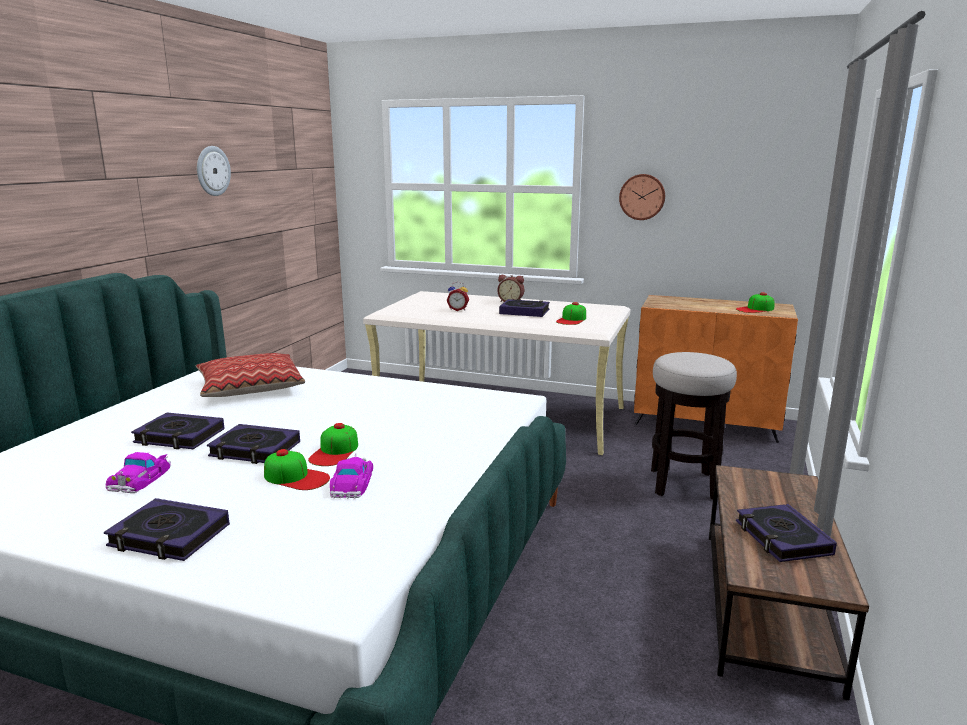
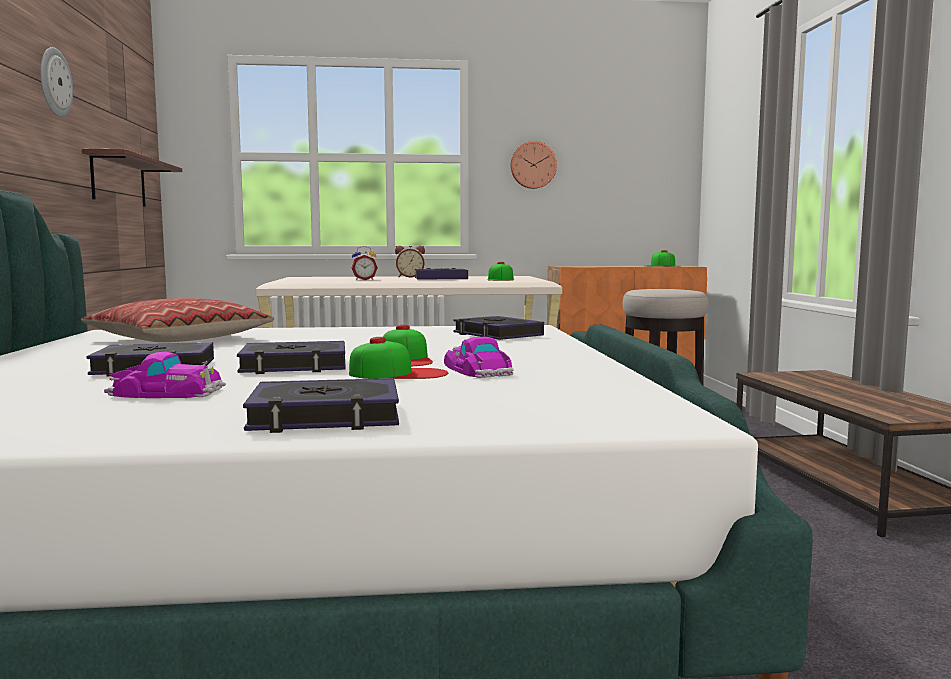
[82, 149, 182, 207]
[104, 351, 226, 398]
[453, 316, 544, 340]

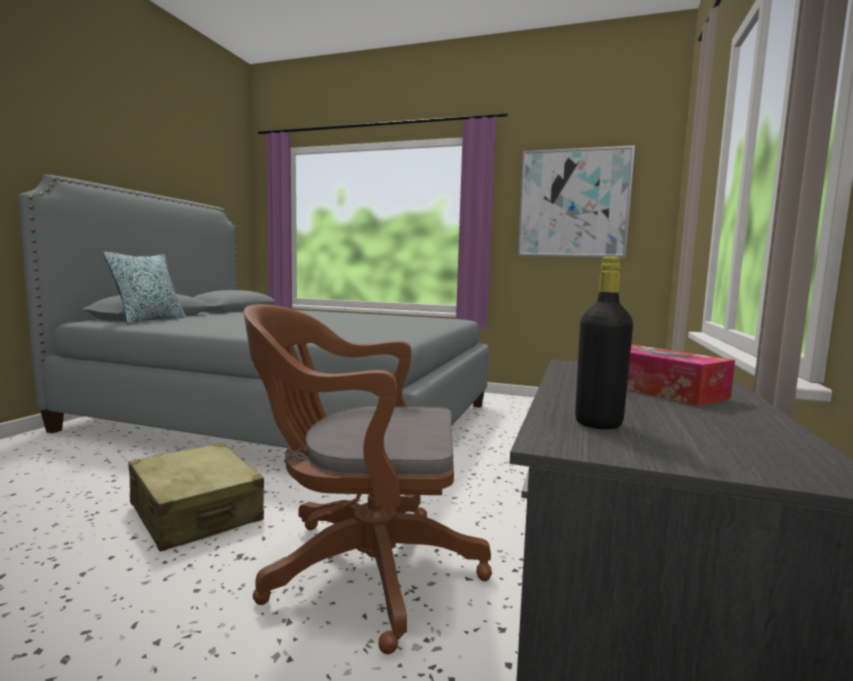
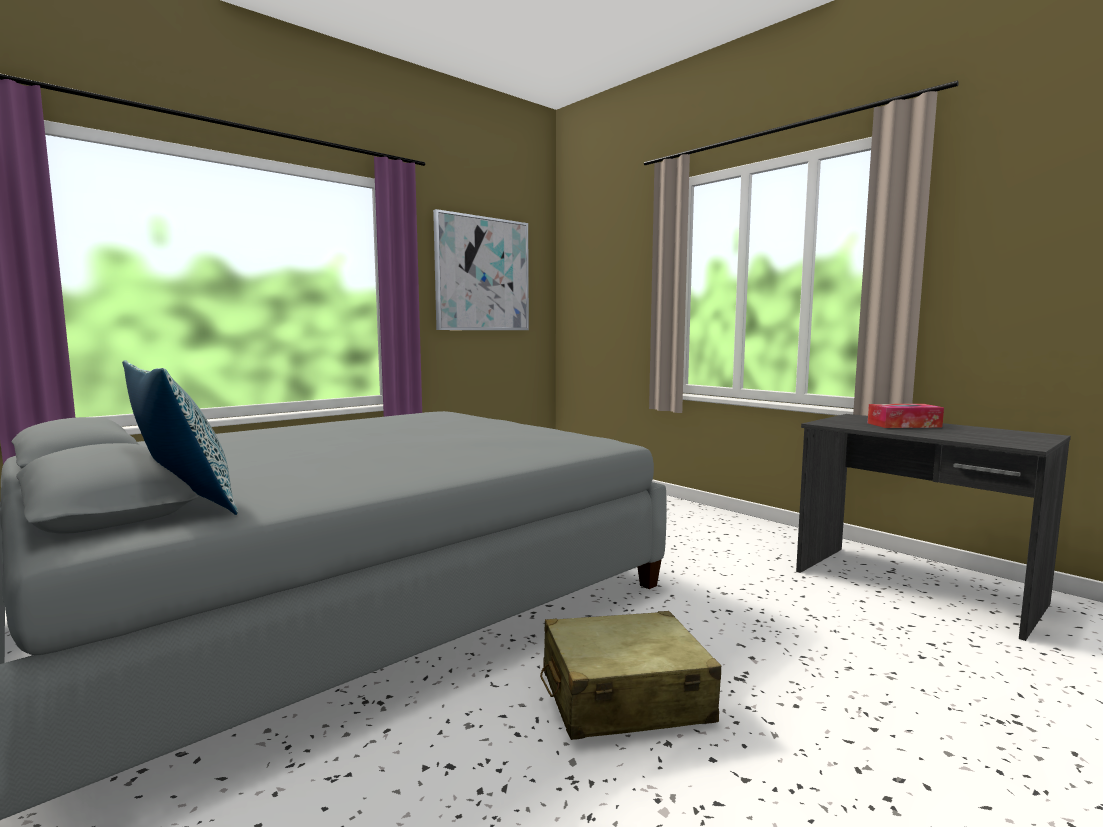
[244, 304, 492, 654] (first image)
[575, 256, 633, 429] (first image)

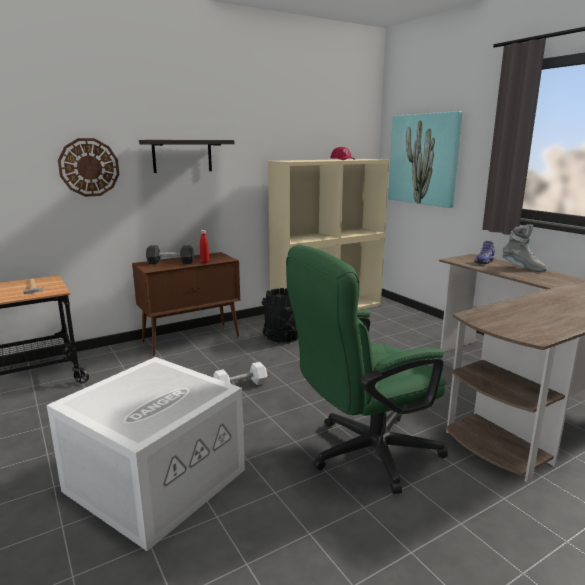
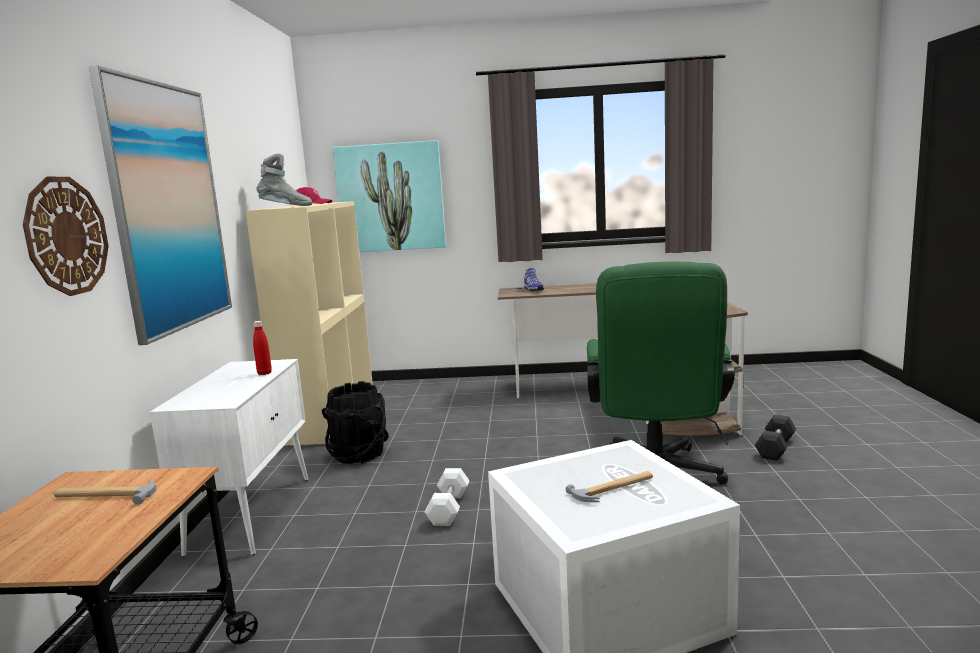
[89, 65, 232, 345]
[150, 359, 308, 557]
[257, 154, 312, 206]
[565, 471, 653, 502]
[755, 415, 796, 461]

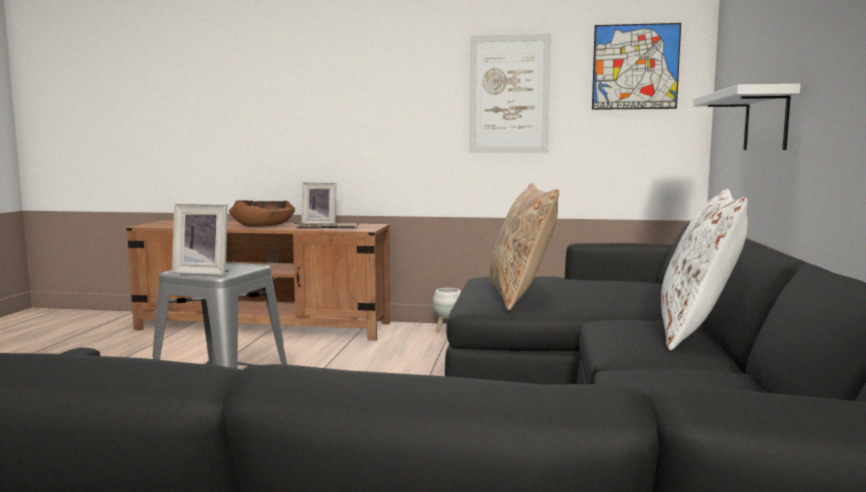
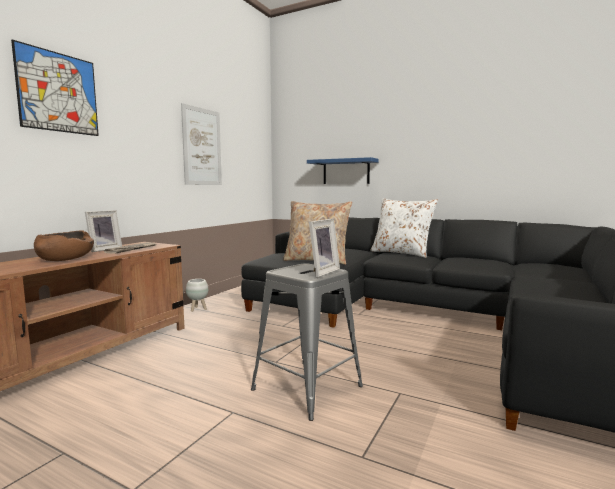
[11, 39, 99, 136]
[307, 157, 379, 184]

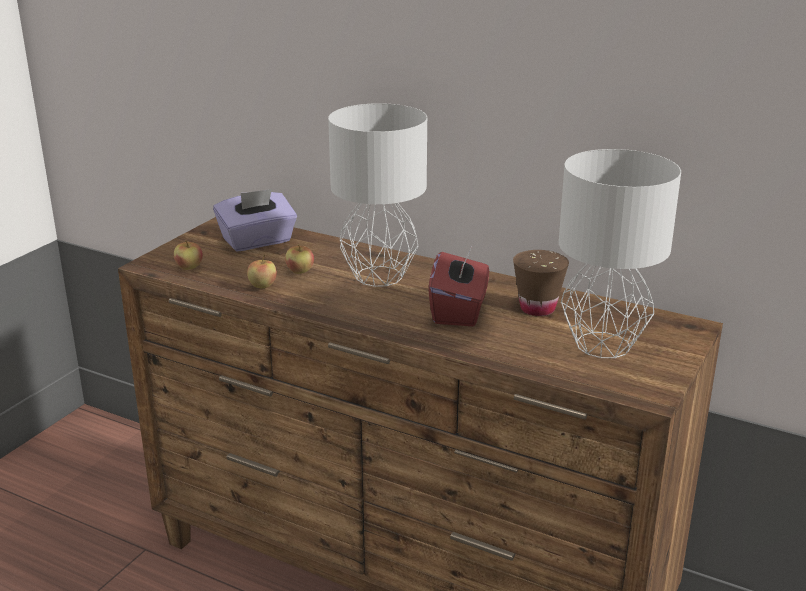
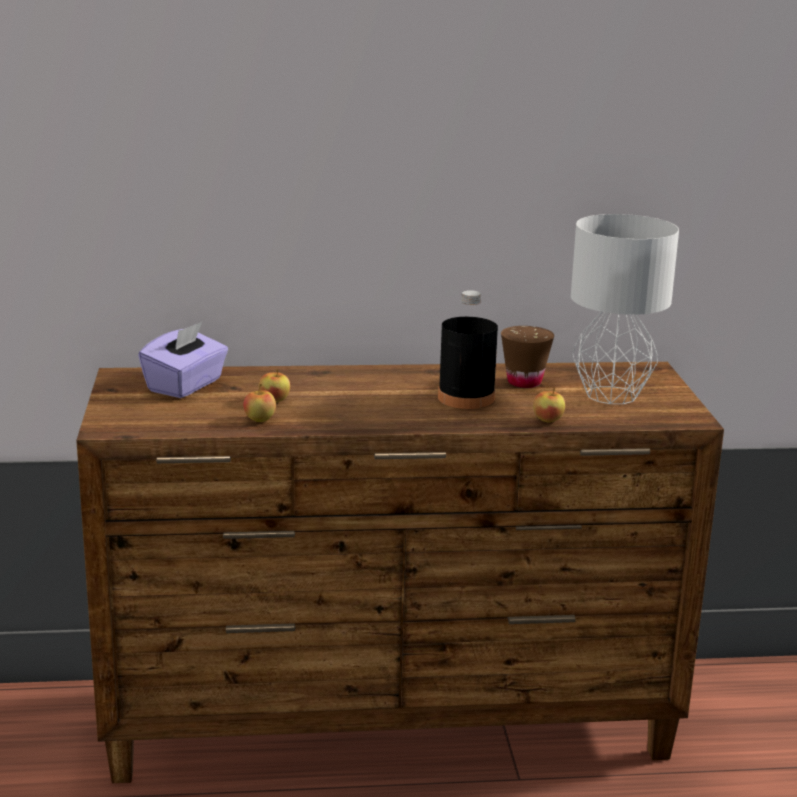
[438, 290, 498, 409]
[533, 388, 565, 422]
[328, 103, 427, 287] (first image)

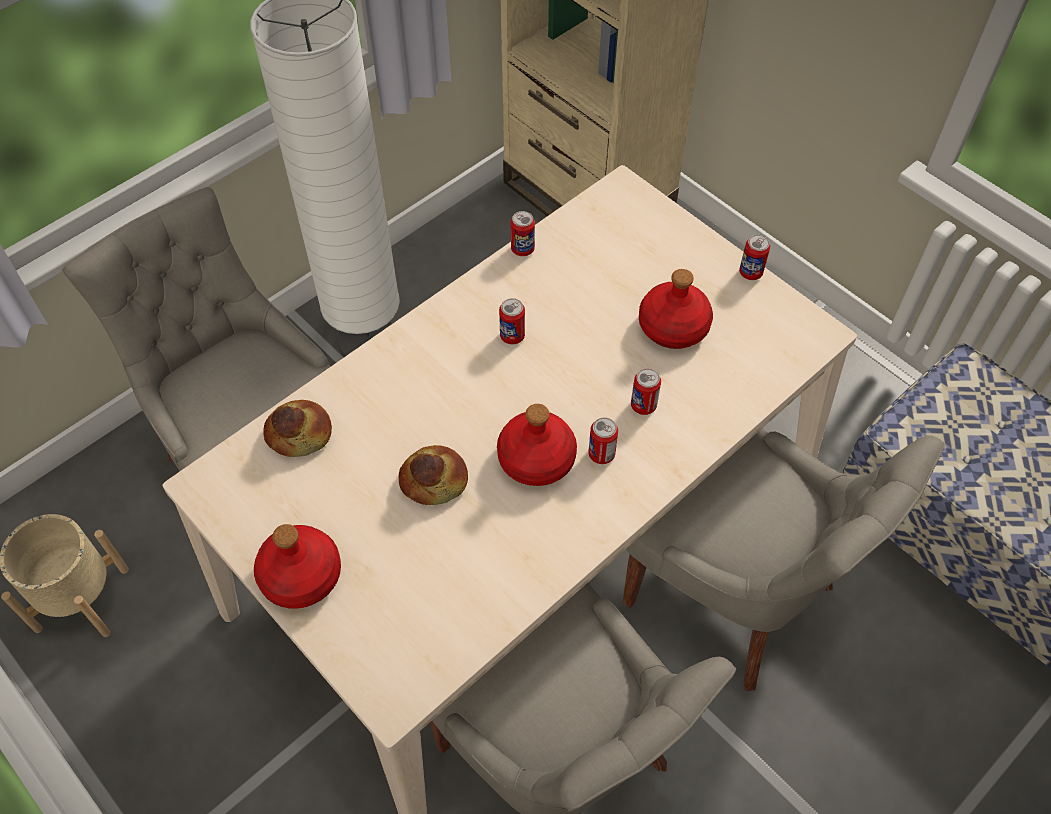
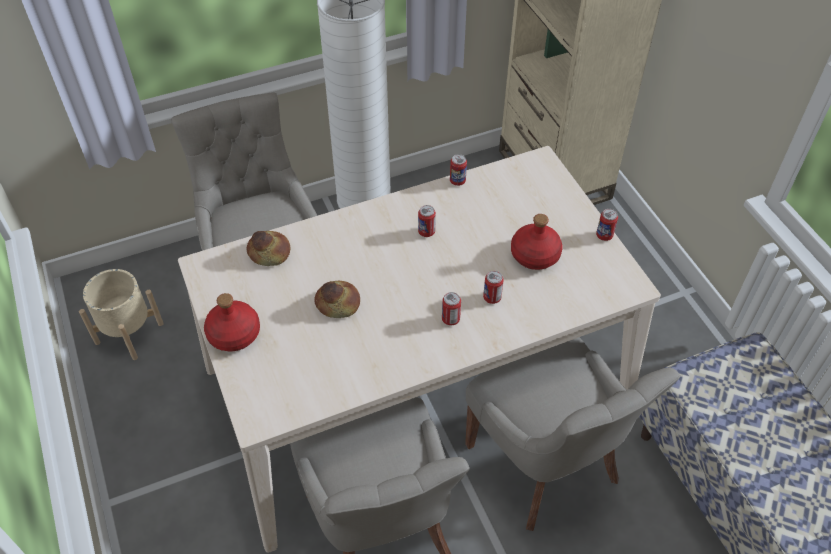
[497, 404, 577, 486] (first image)

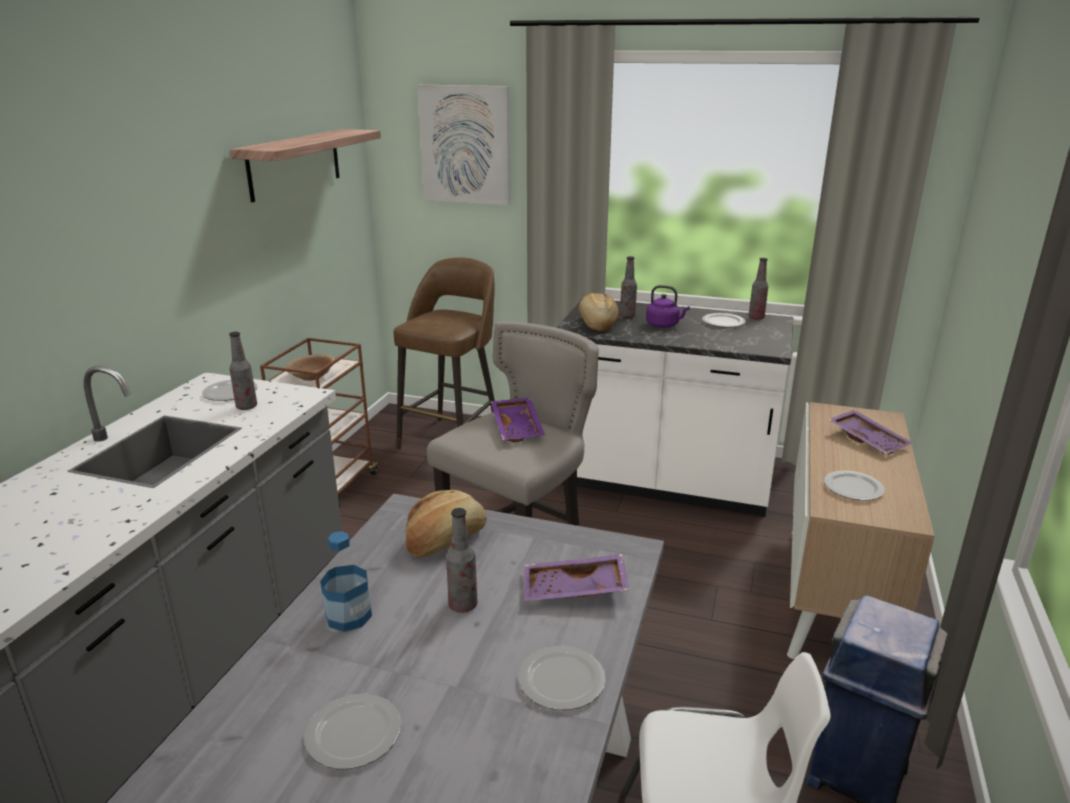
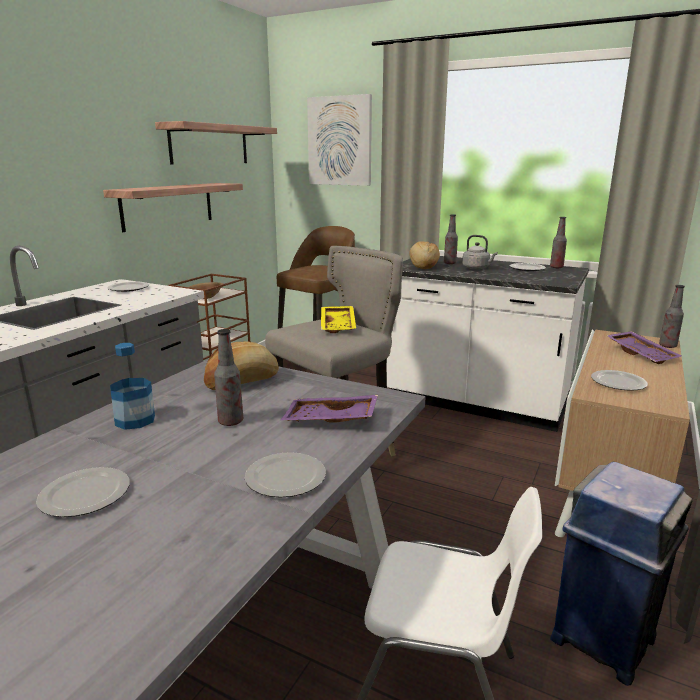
[103, 183, 243, 232]
[321, 306, 356, 333]
[462, 235, 498, 270]
[659, 285, 685, 348]

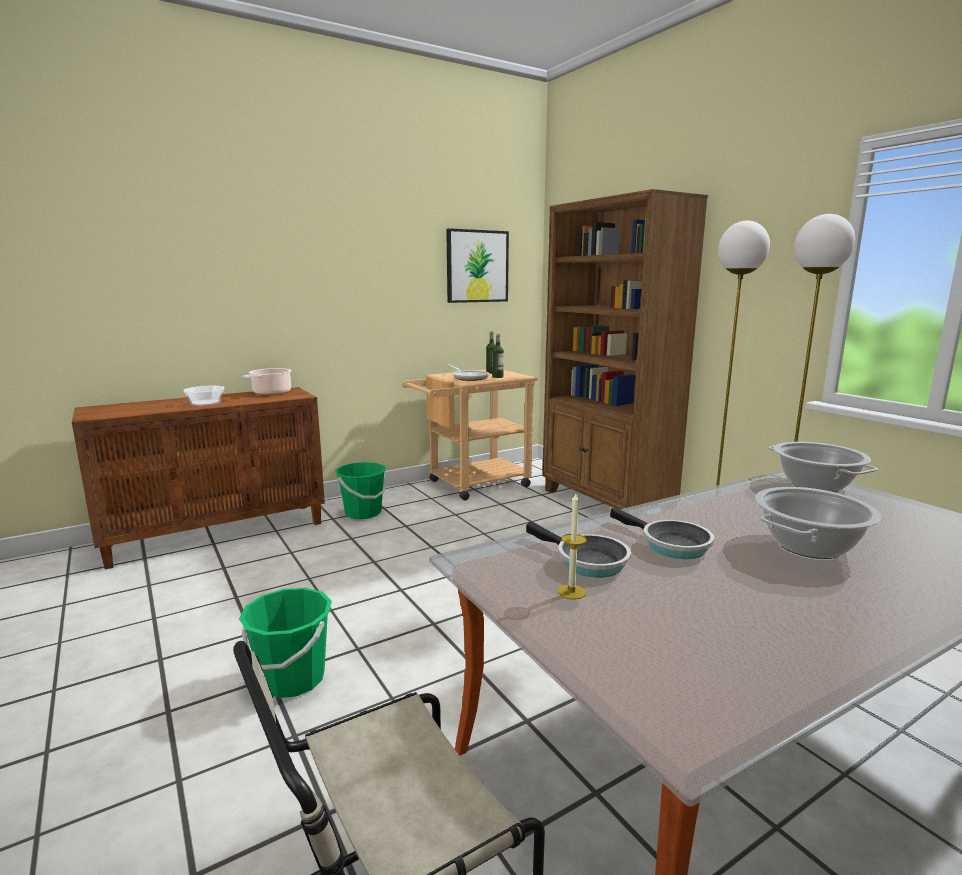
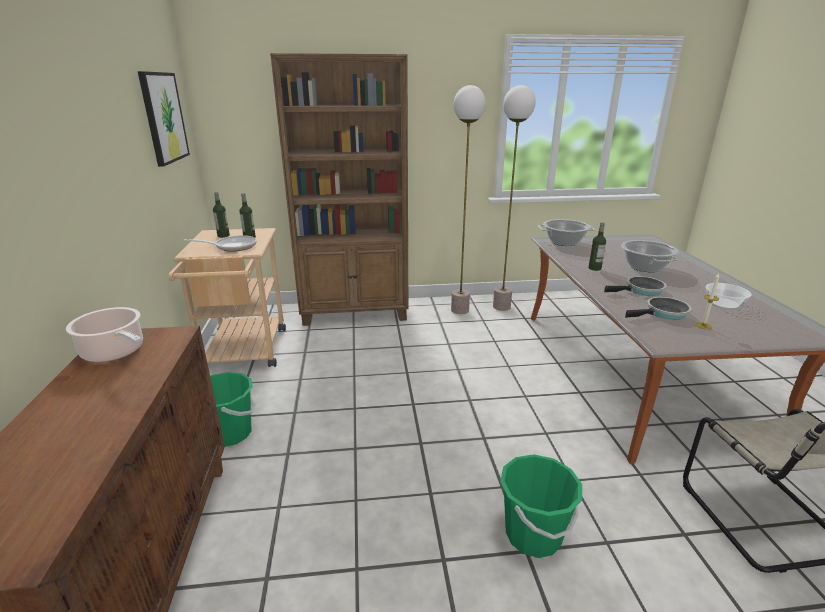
[589, 222, 606, 271]
[706, 283, 752, 310]

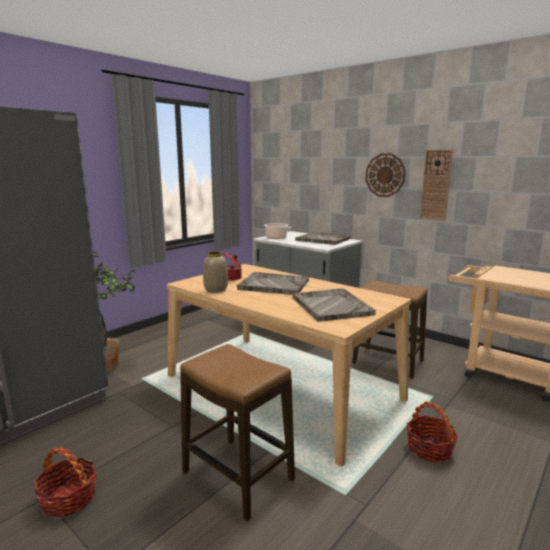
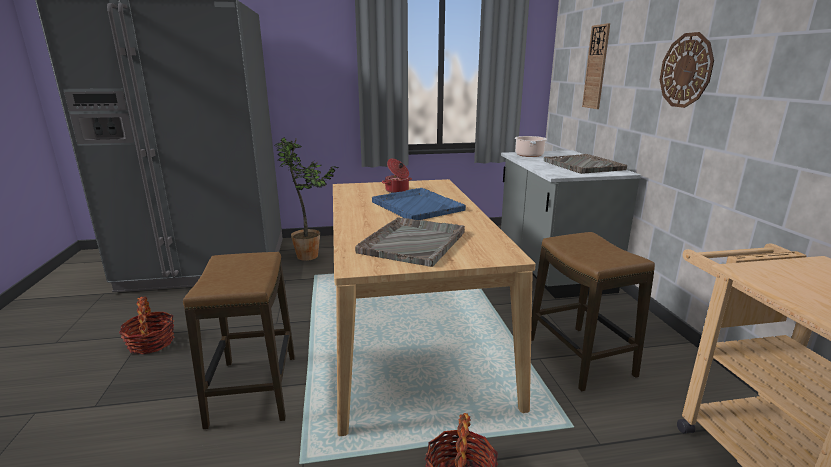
[372, 188, 466, 220]
[582, 23, 610, 109]
[203, 251, 228, 293] (first image)

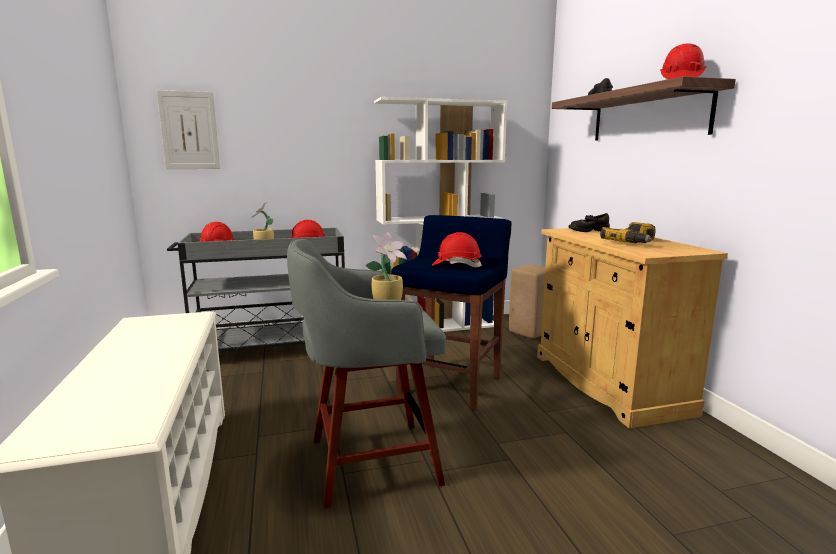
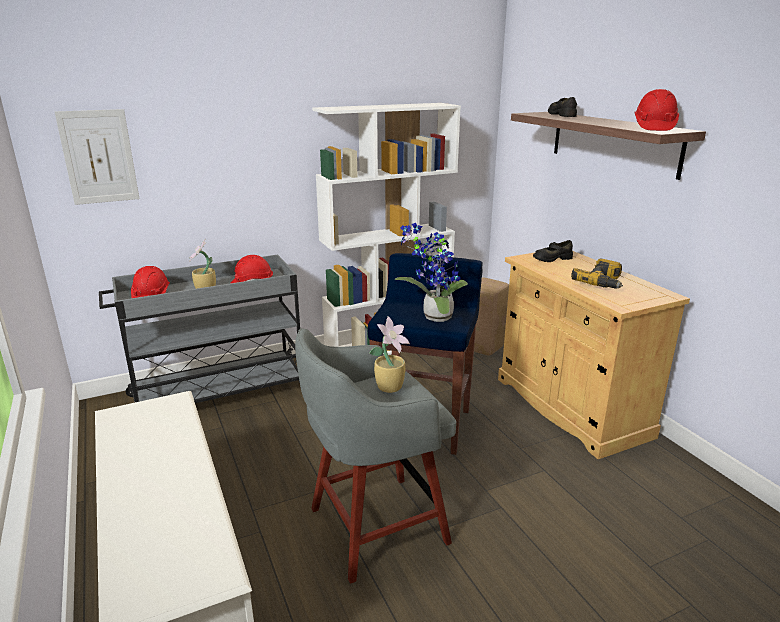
[394, 223, 468, 322]

